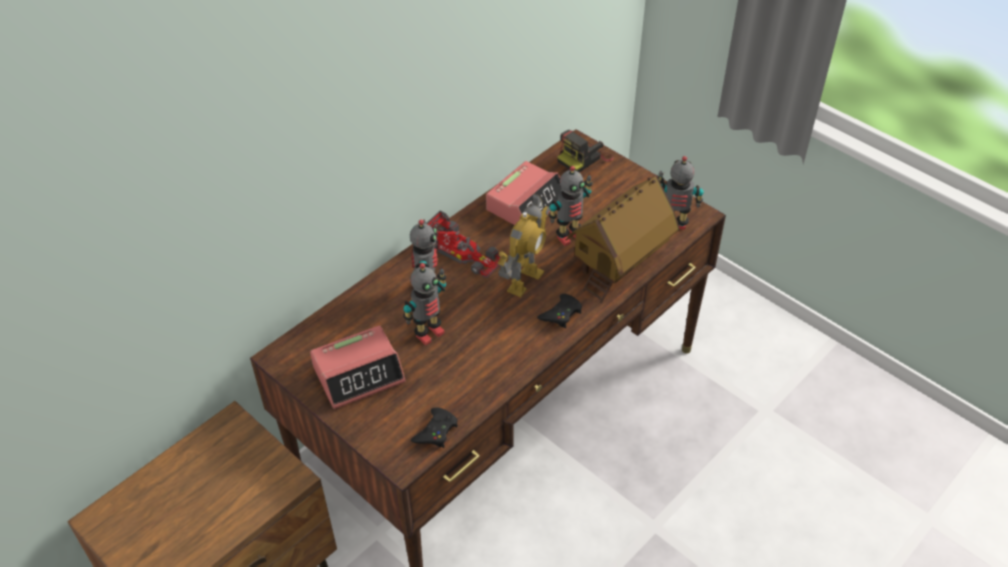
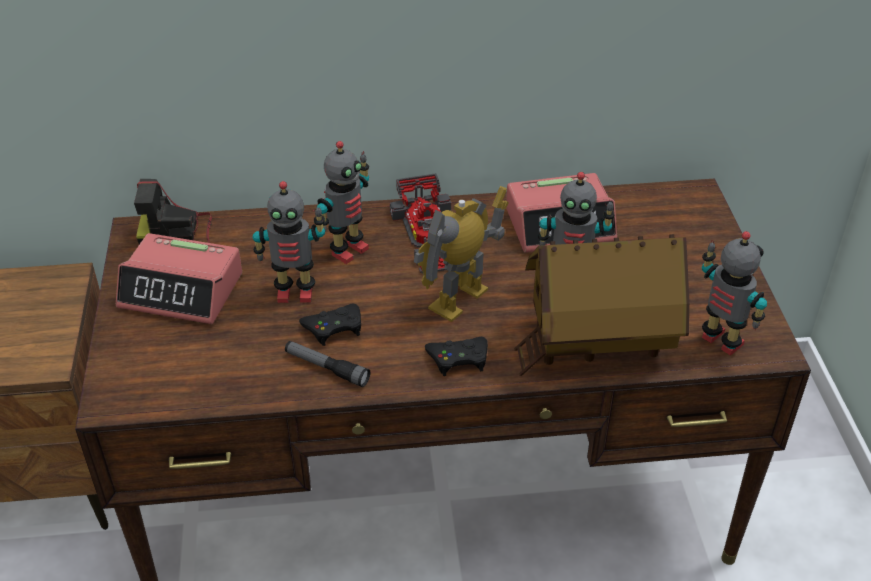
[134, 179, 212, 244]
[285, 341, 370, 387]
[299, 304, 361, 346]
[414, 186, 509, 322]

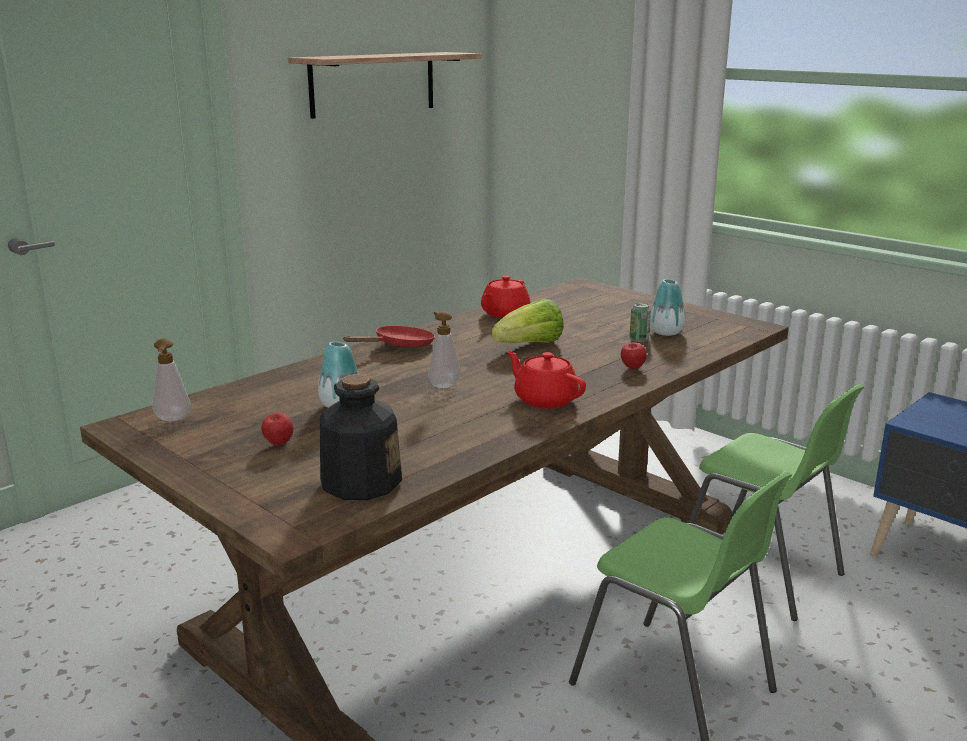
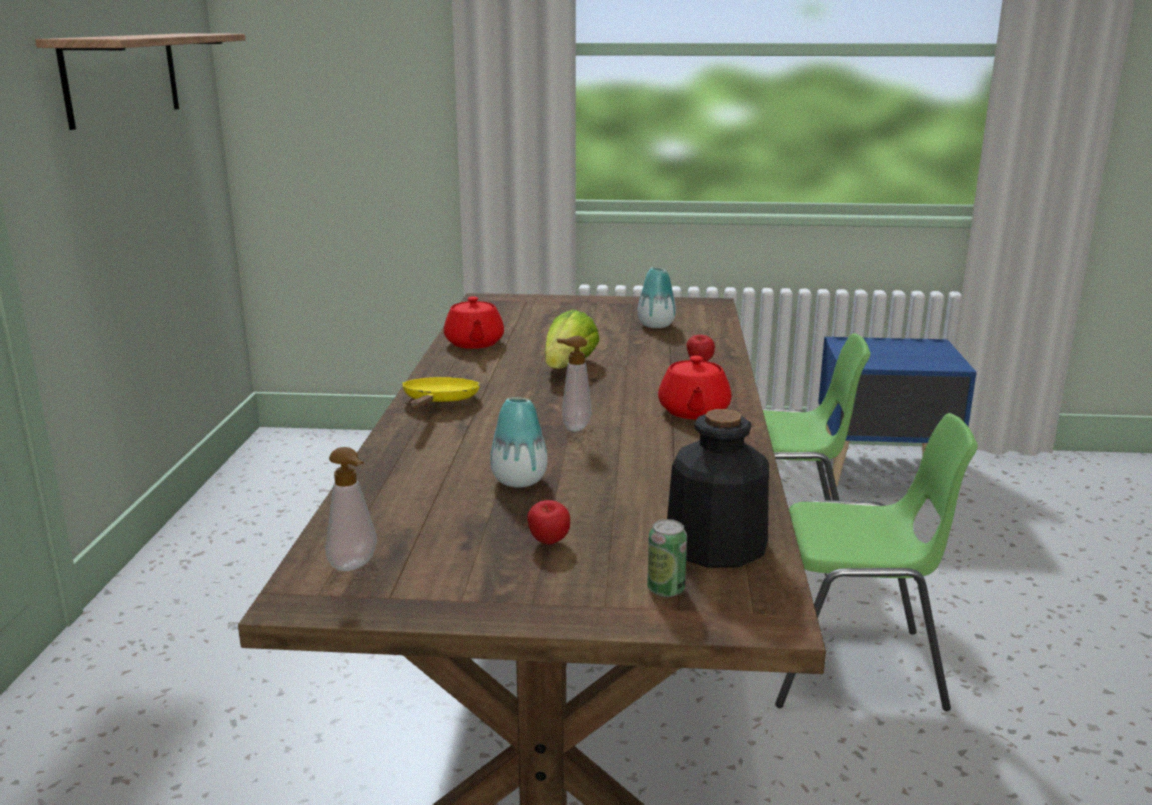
[402, 377, 480, 409]
[647, 519, 687, 597]
[658, 356, 731, 419]

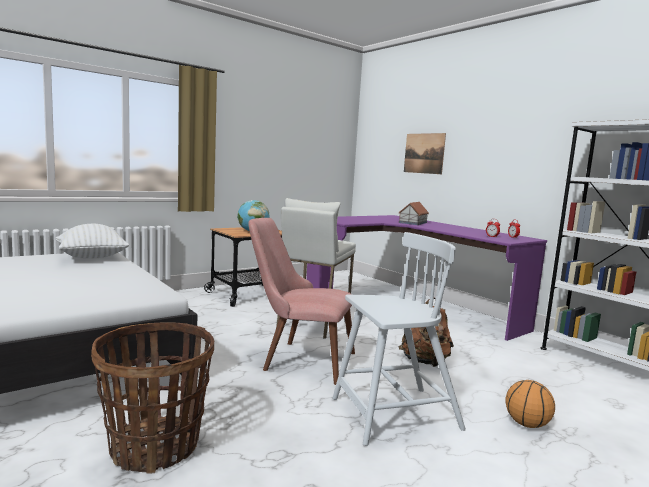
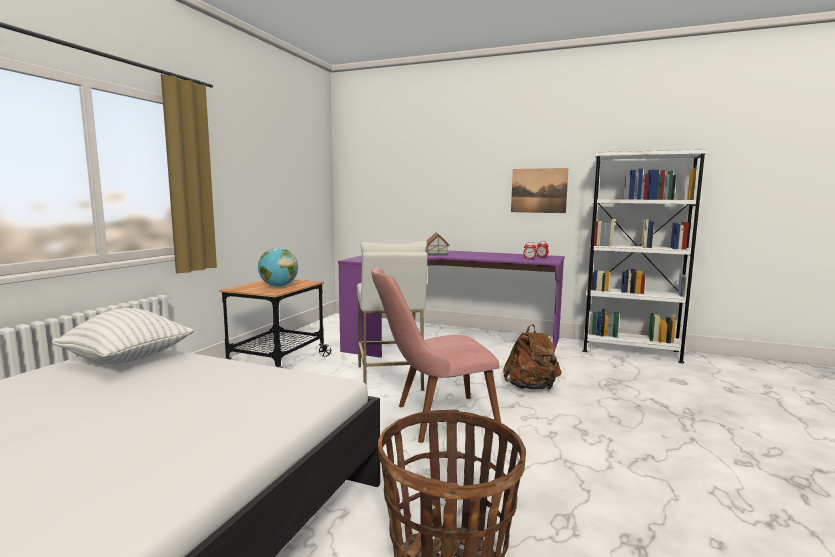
[511, 168, 569, 213]
[332, 232, 466, 446] (first image)
[506, 380, 555, 428] (first image)

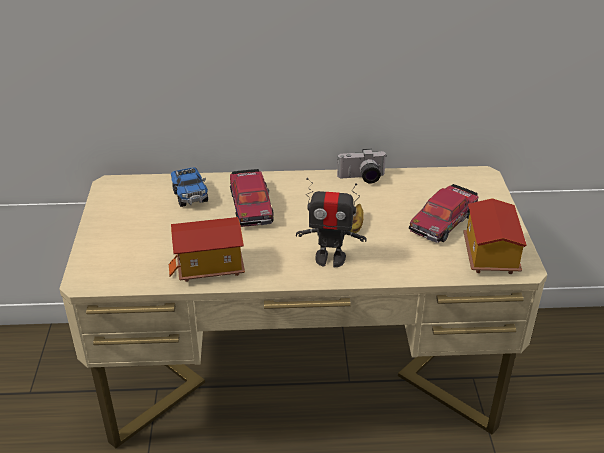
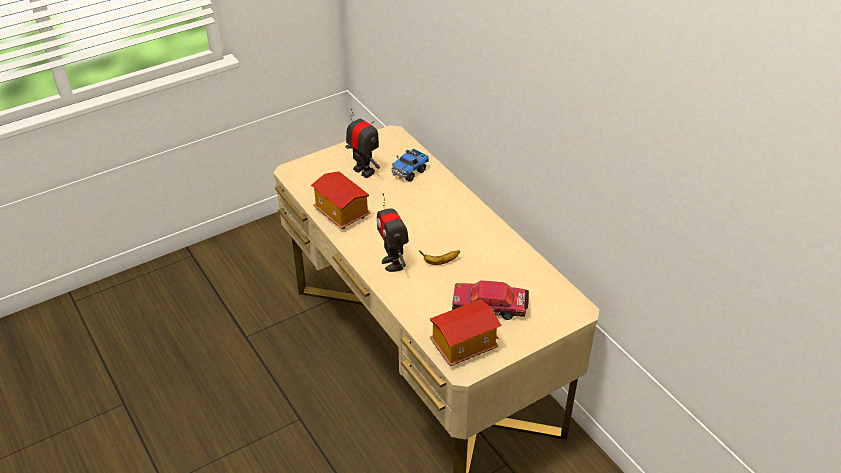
[345, 109, 380, 178]
[230, 169, 274, 227] (first image)
[337, 149, 386, 183] (first image)

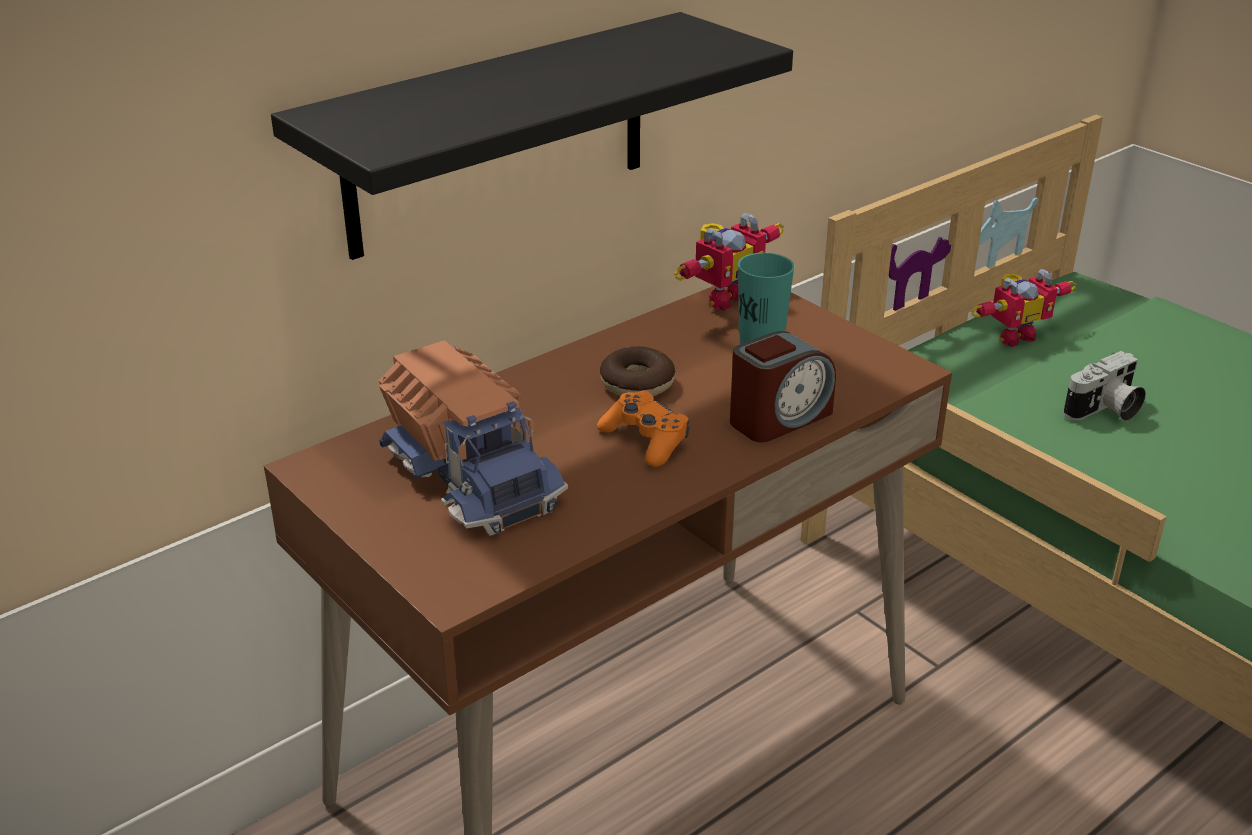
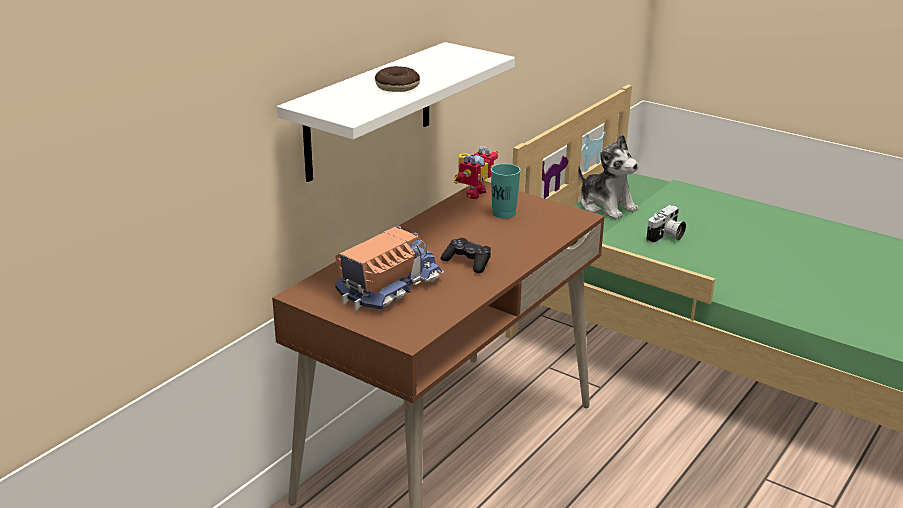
[277, 42, 515, 182]
[335, 226, 444, 310]
[375, 66, 420, 92]
[441, 238, 491, 274]
[578, 134, 639, 220]
[730, 331, 836, 442] (first image)

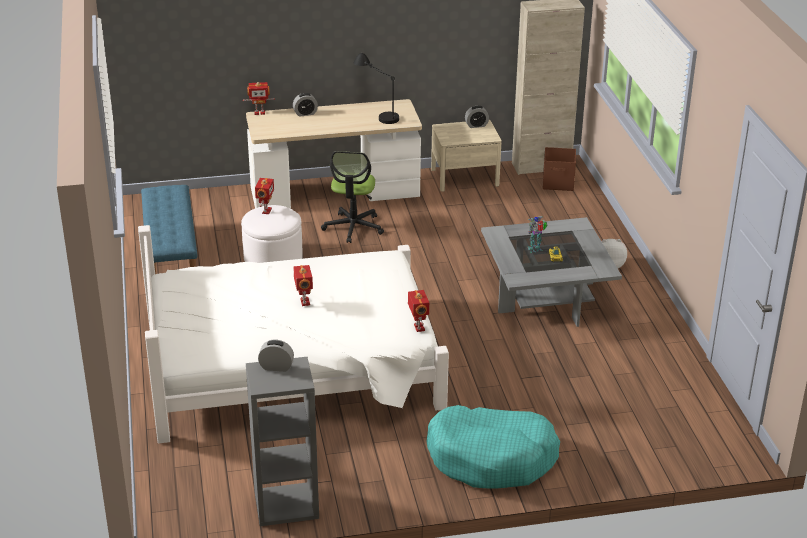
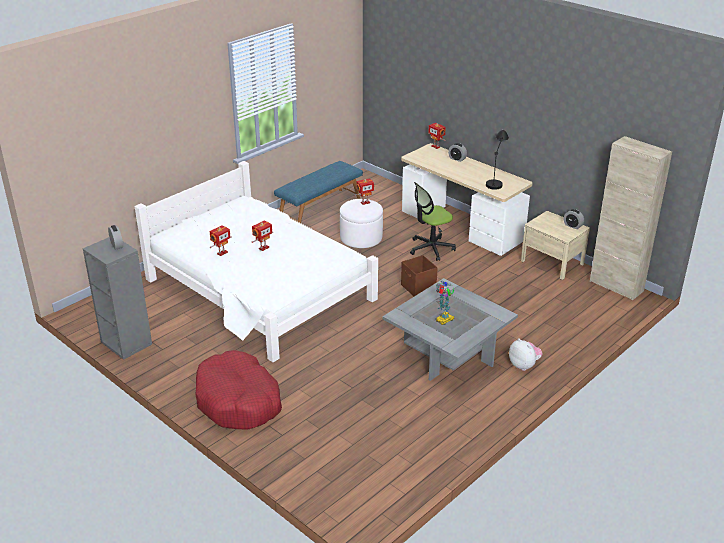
[196, 350, 282, 430]
[210, 225, 231, 256]
[401, 255, 438, 296]

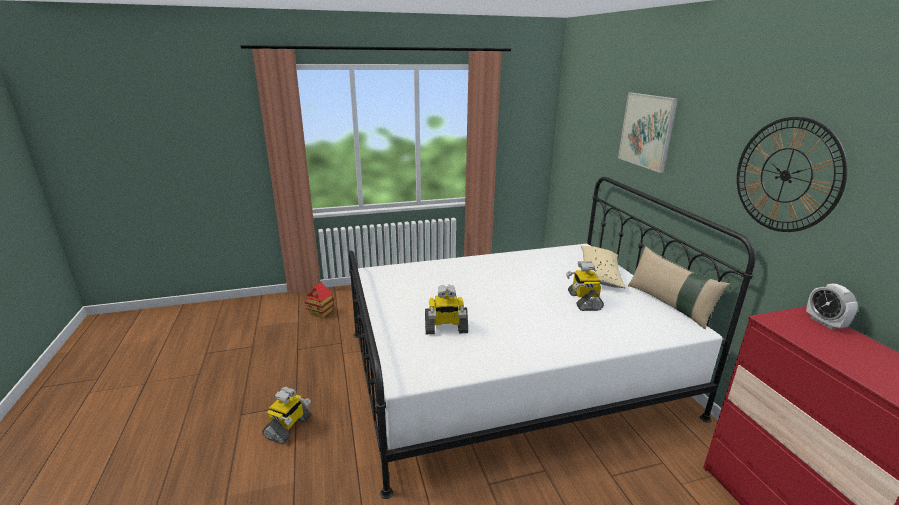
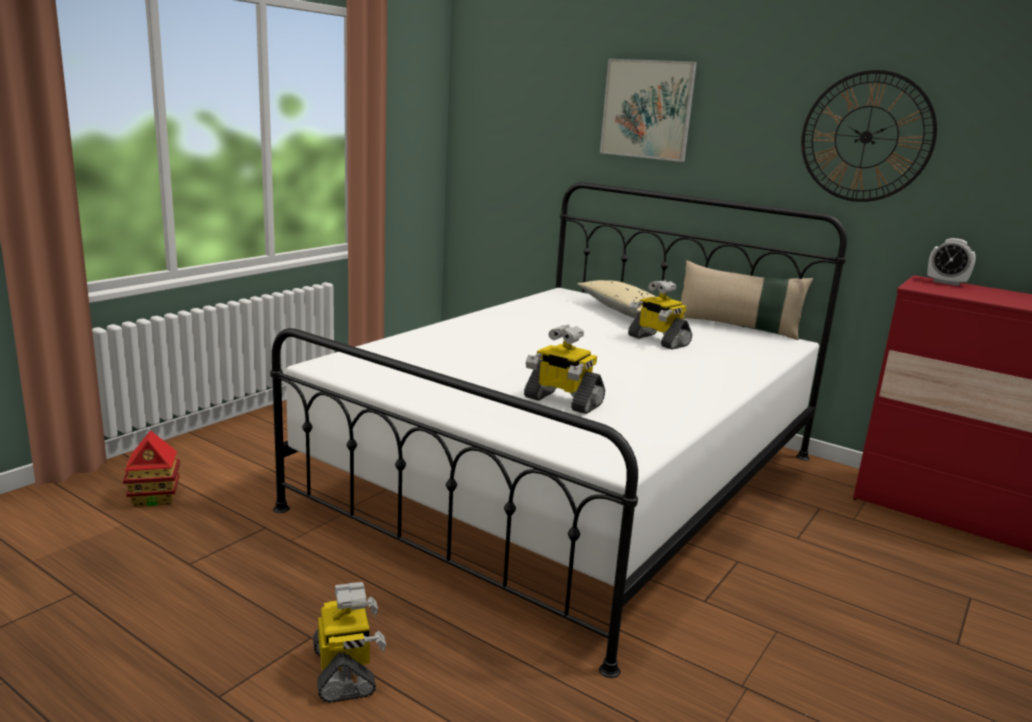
[524, 325, 605, 414]

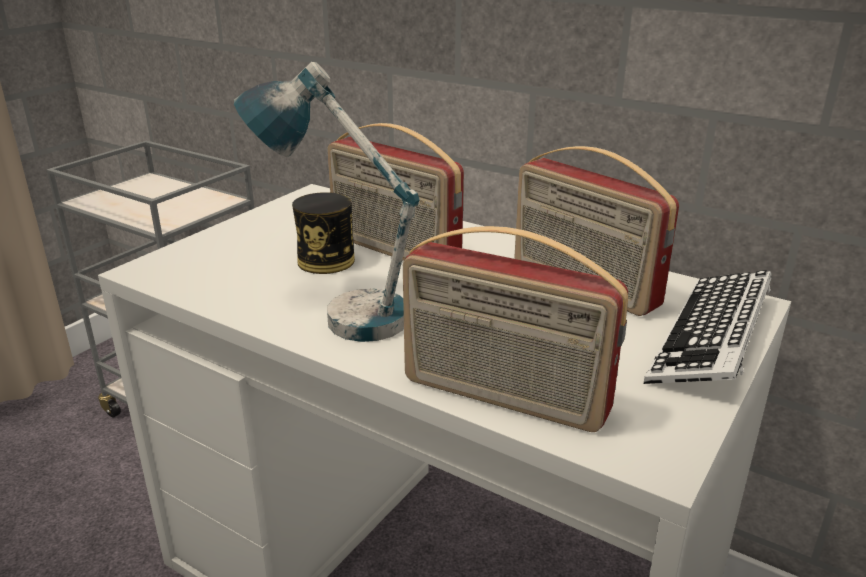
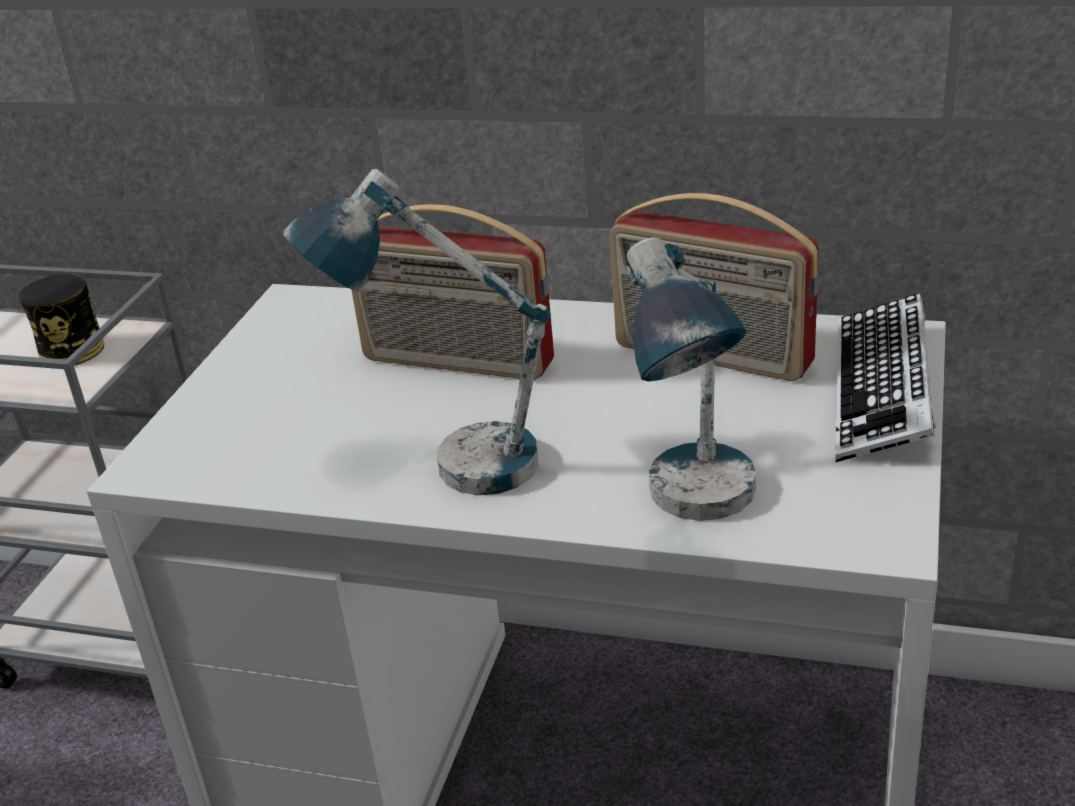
[19, 274, 104, 365]
[625, 237, 756, 521]

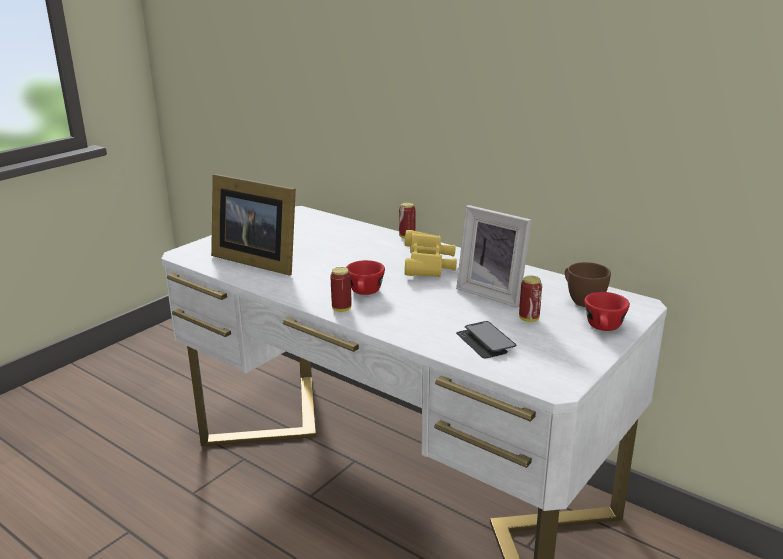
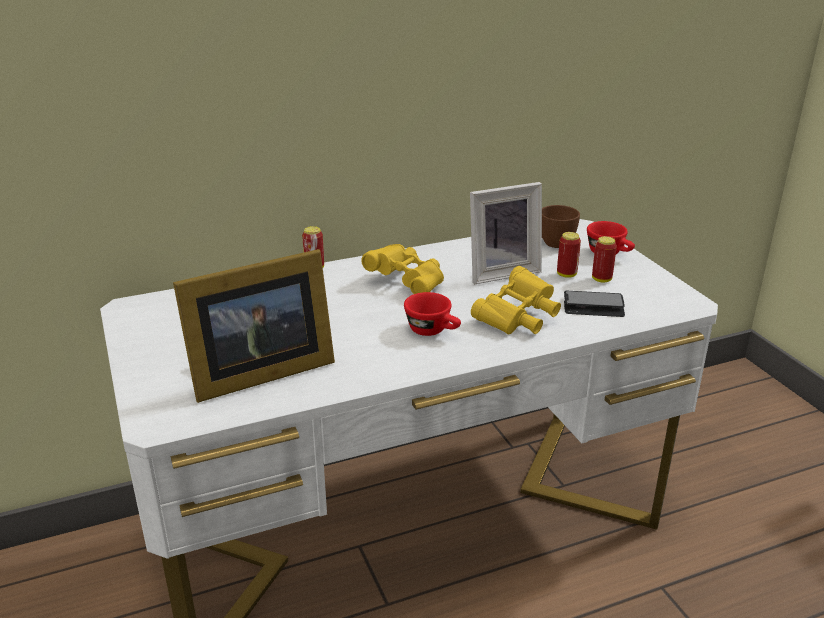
[471, 266, 561, 335]
[592, 236, 617, 282]

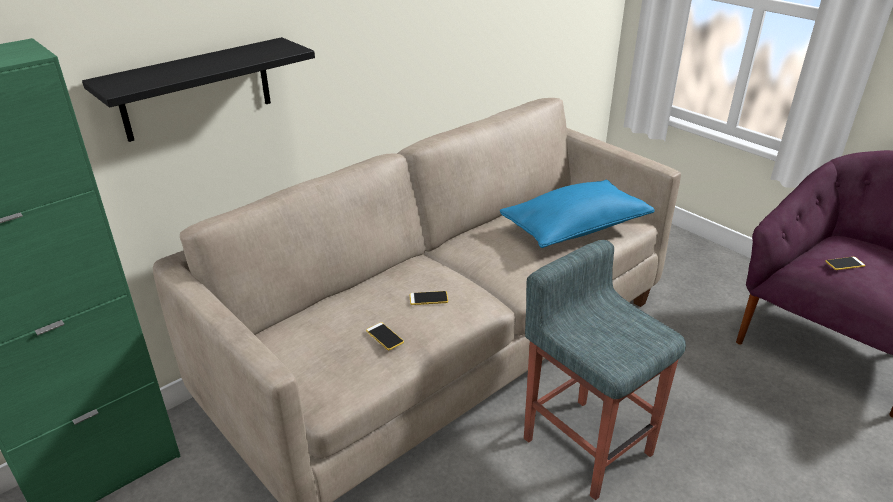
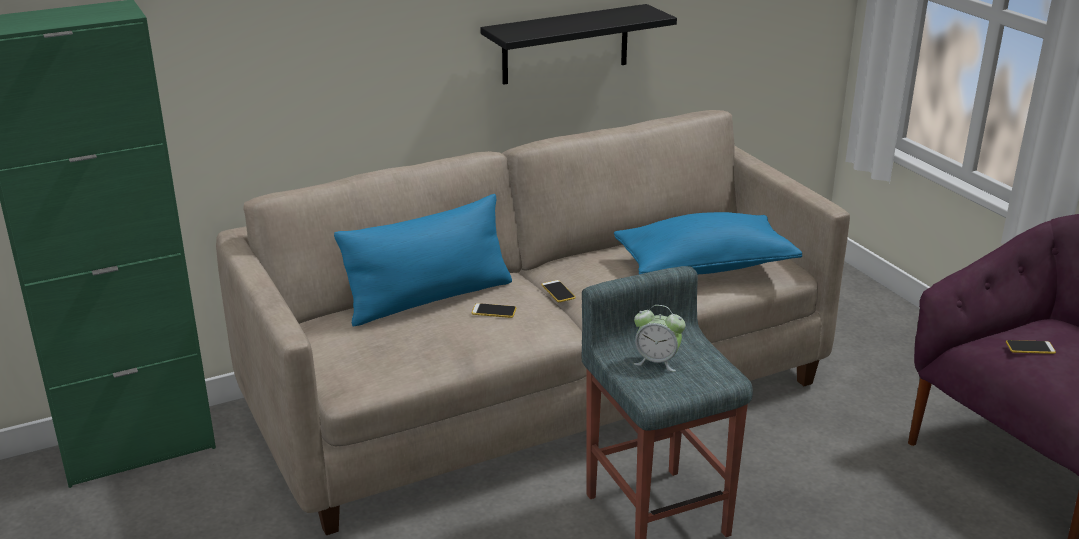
[334, 194, 512, 327]
[480, 4, 677, 85]
[541, 280, 576, 302]
[634, 305, 686, 372]

